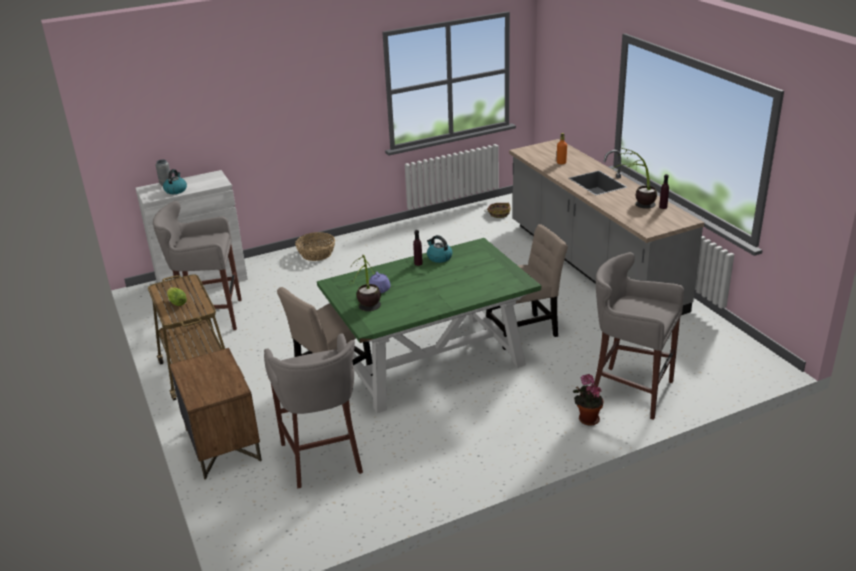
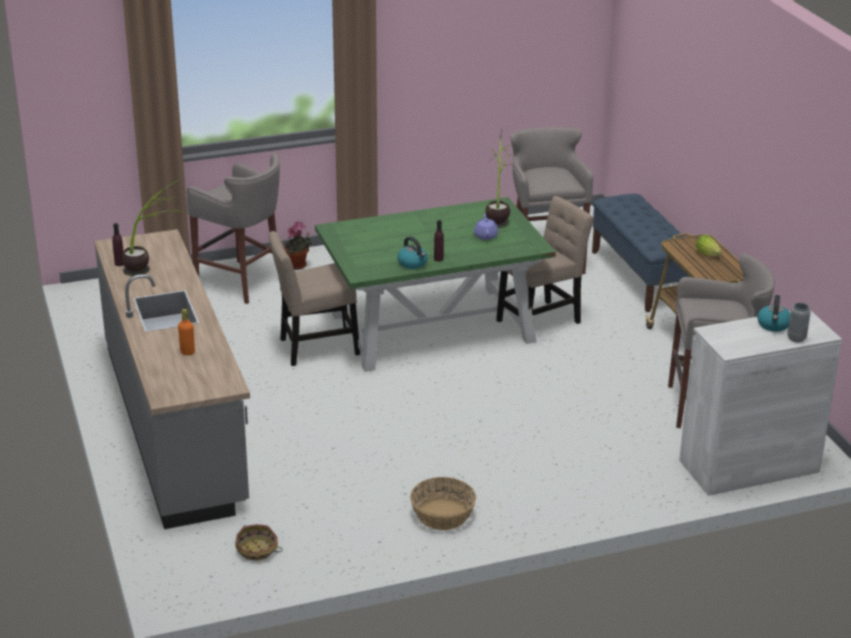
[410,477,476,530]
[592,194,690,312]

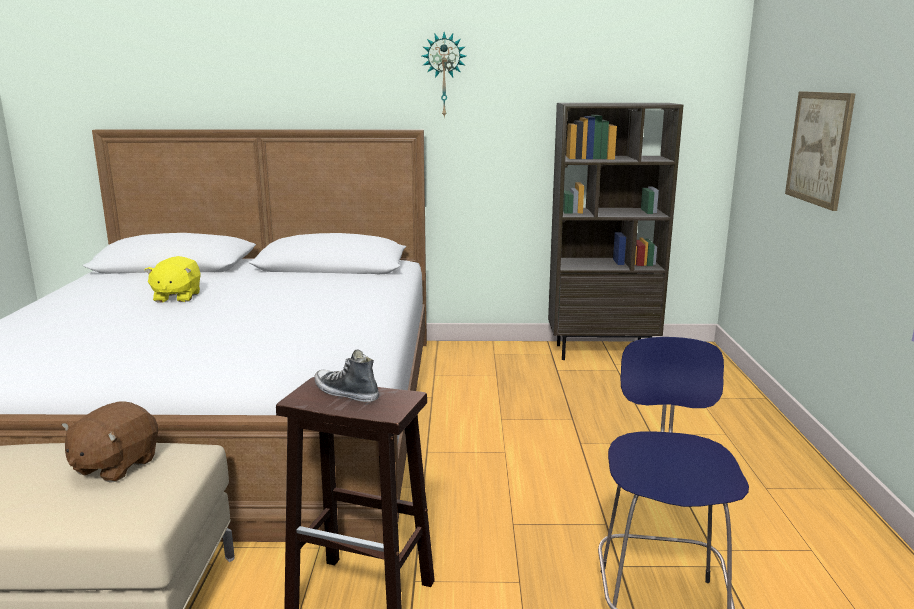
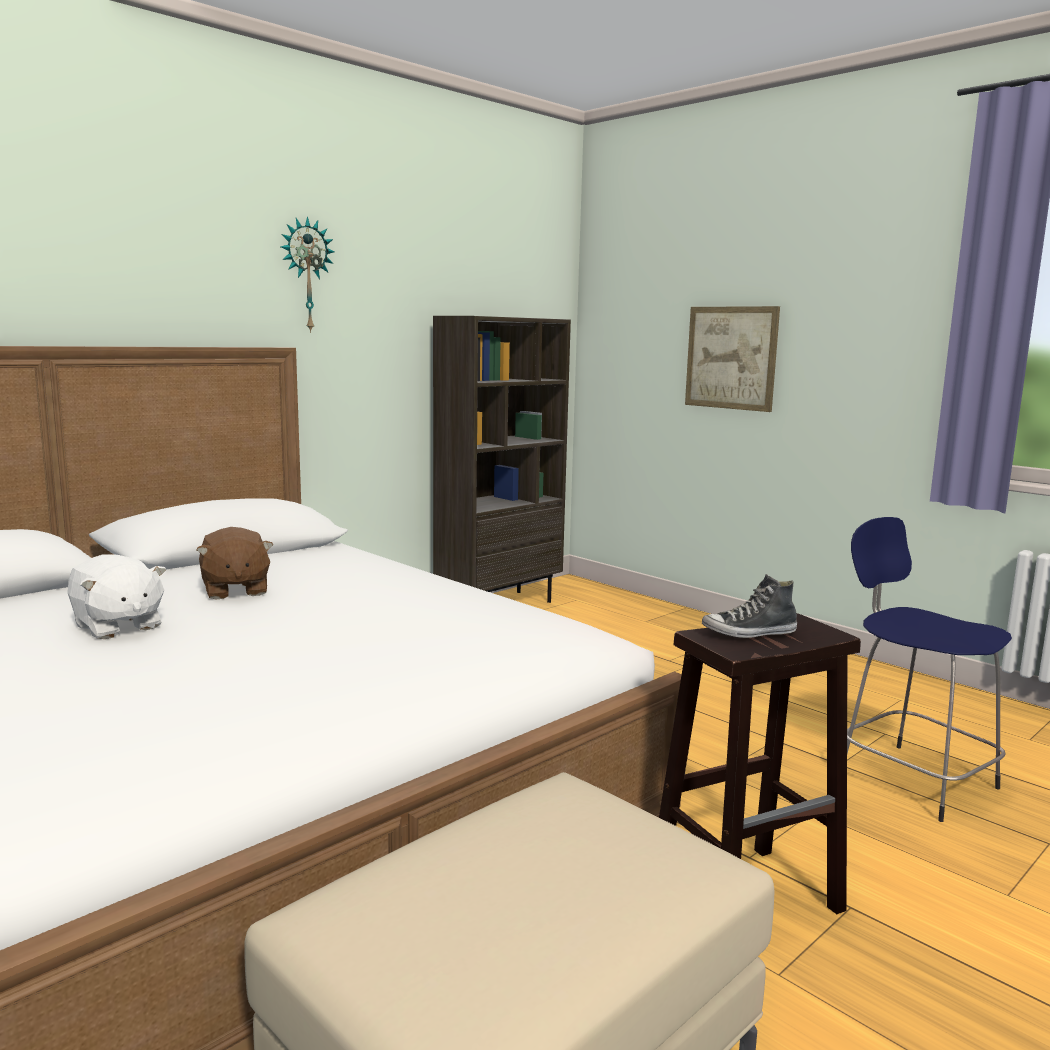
[196,527,273,599]
[67,554,166,639]

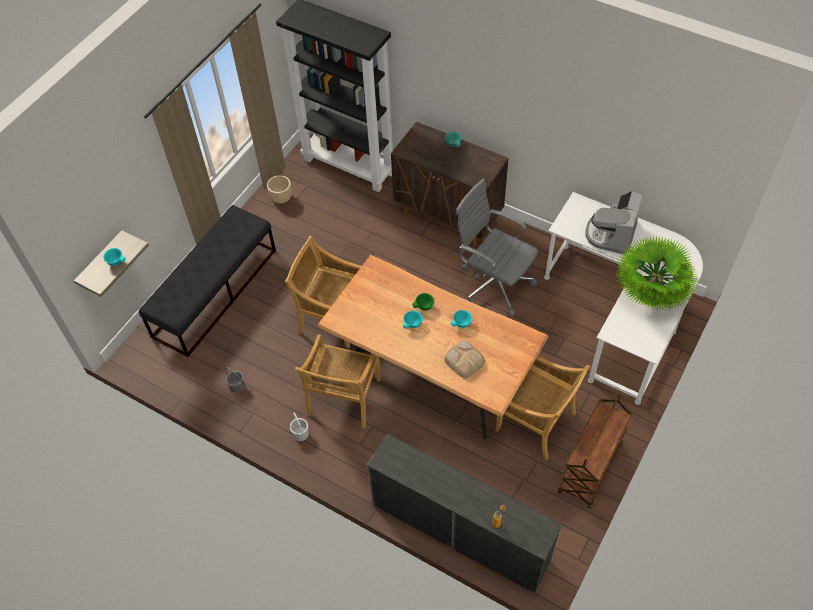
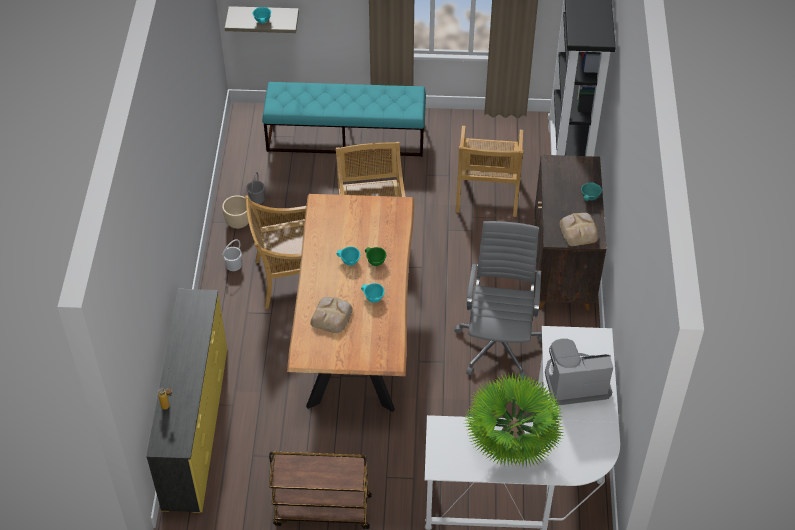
[560,213,598,246]
[222,195,249,229]
[456,126,523,217]
[262,82,426,157]

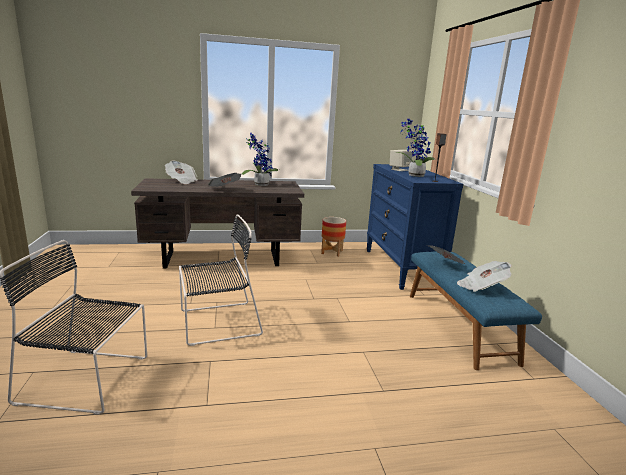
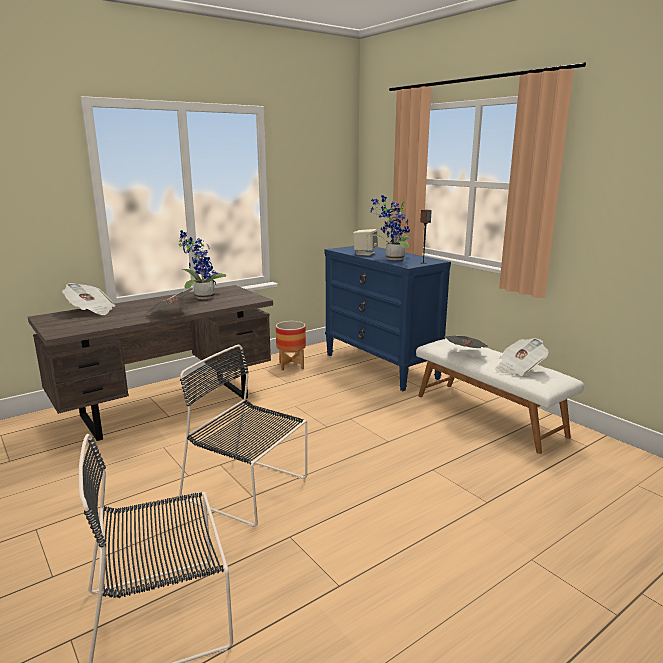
[416,339,584,454]
[179,345,307,527]

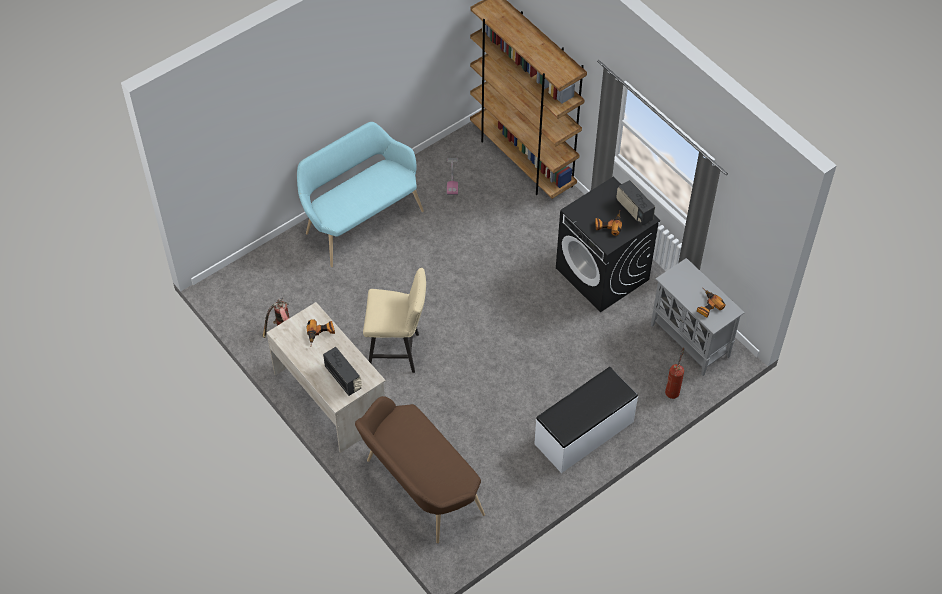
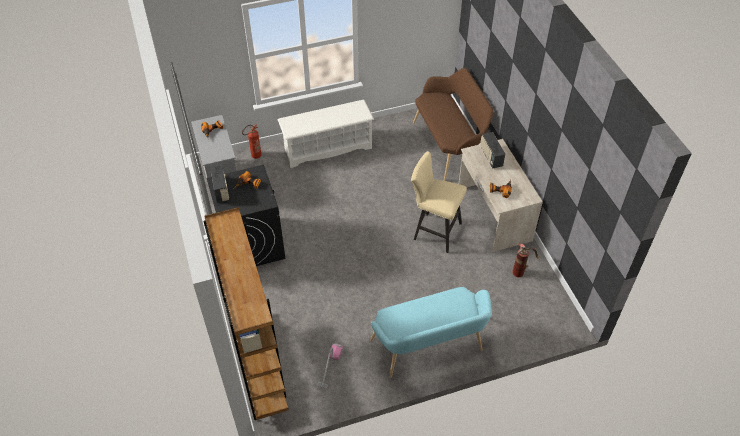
[278,100,374,168]

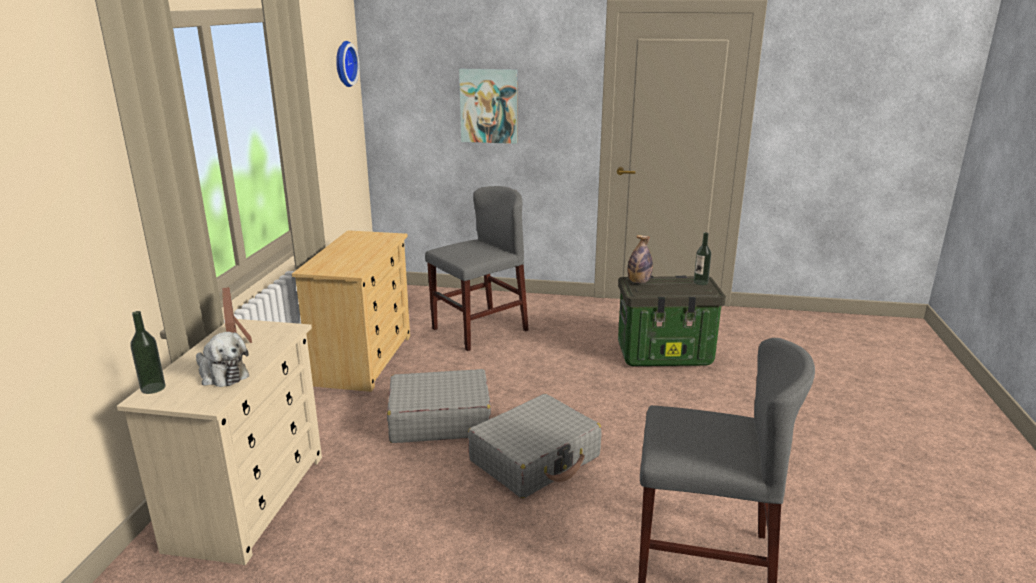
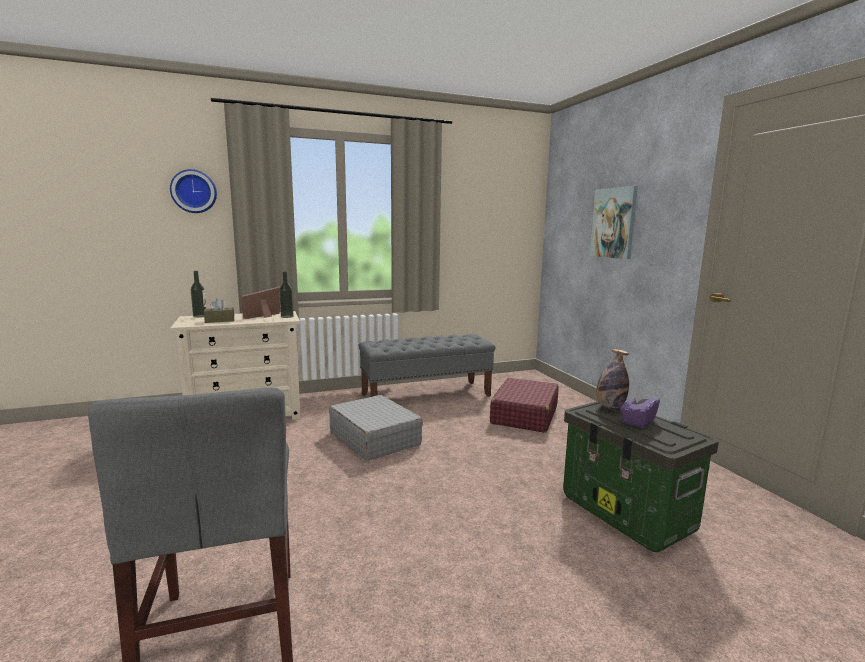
[468,394,601,498] (first image)
[620,389,660,428]
[170,169,217,213]
[279,271,294,318]
[204,298,234,323]
[358,334,496,397]
[490,378,559,433]

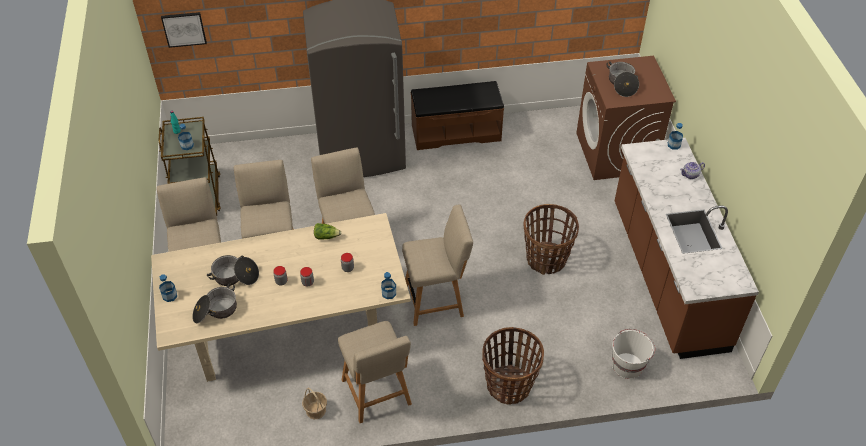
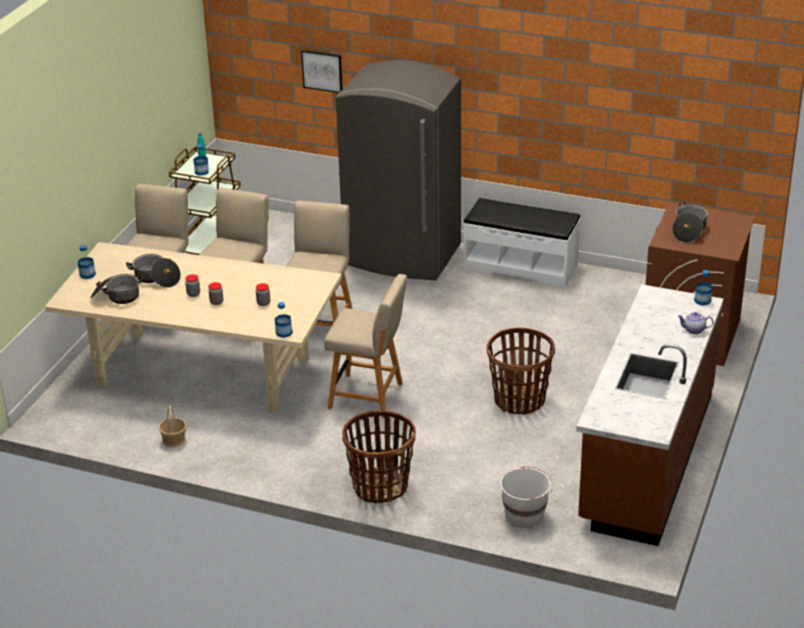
[314,223,341,240] (first image)
[338,321,412,423] (first image)
[301,50,343,93]
[463,198,580,288]

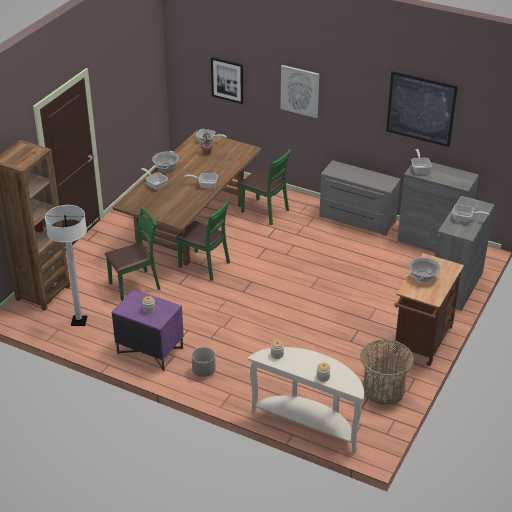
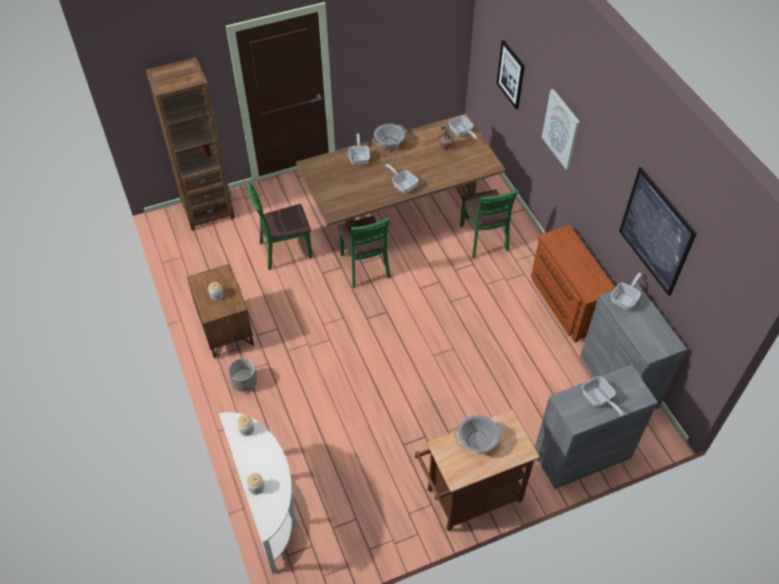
[45,205,87,326] (first image)
[360,339,414,405] (first image)
[187,264,254,359]
[531,225,615,343]
[248,182,313,270]

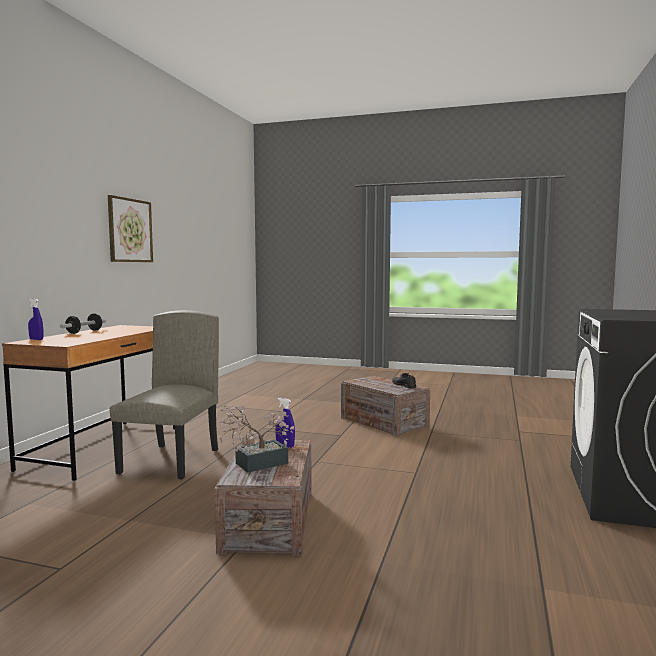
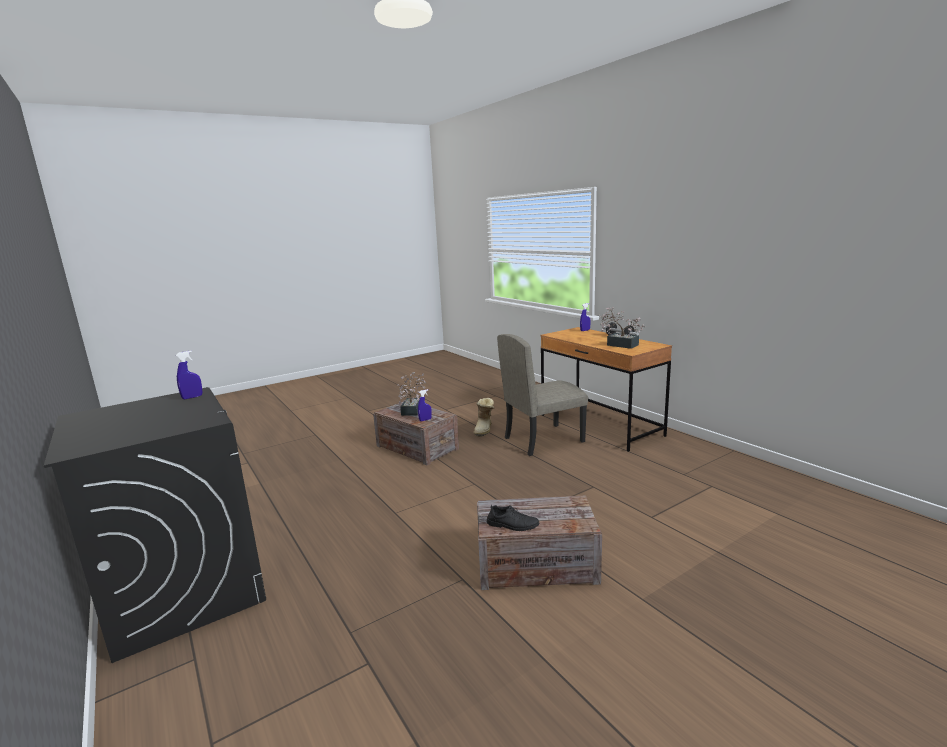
[108,195,153,262] (first image)
[176,351,202,399]
[474,398,494,437]
[599,307,645,349]
[497,334,588,456]

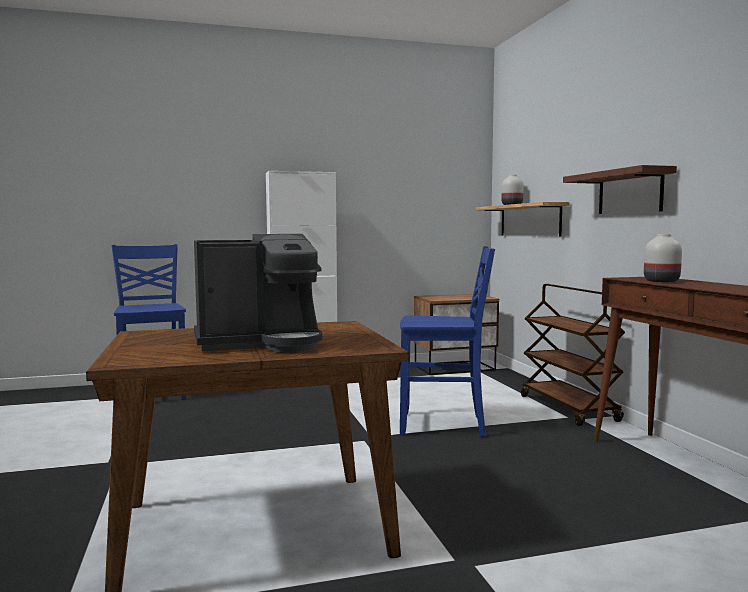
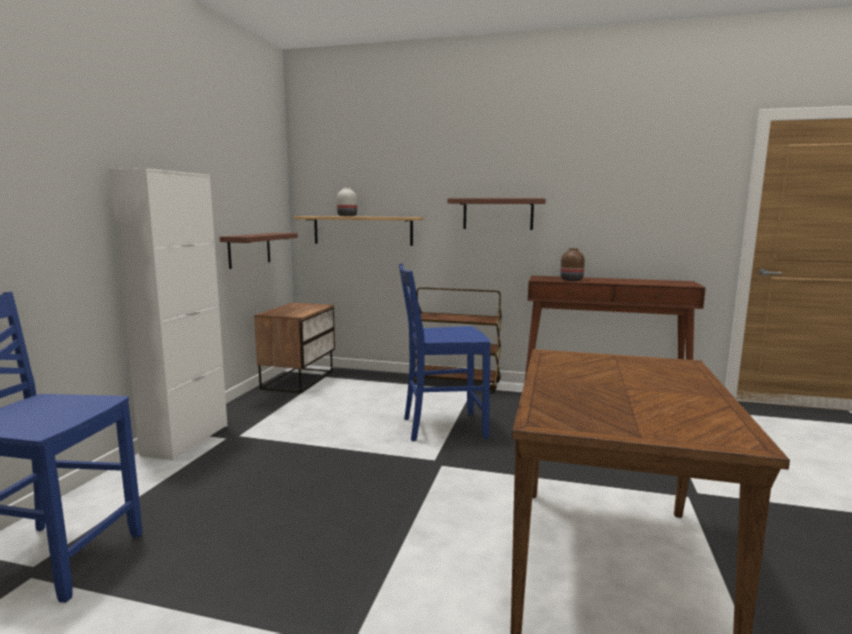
[194,234,322,352] (first image)
[220,233,298,269]
[560,248,585,281]
[399,264,491,441]

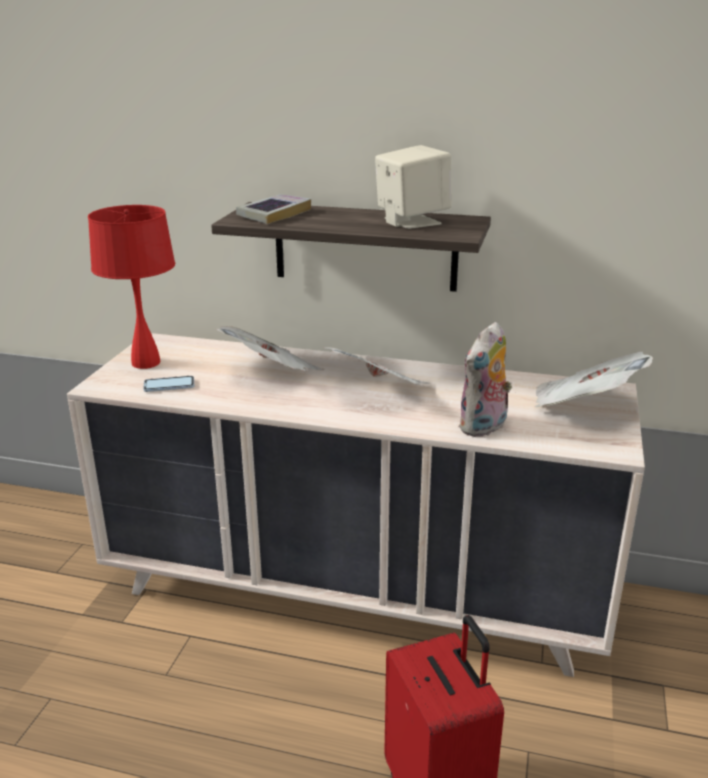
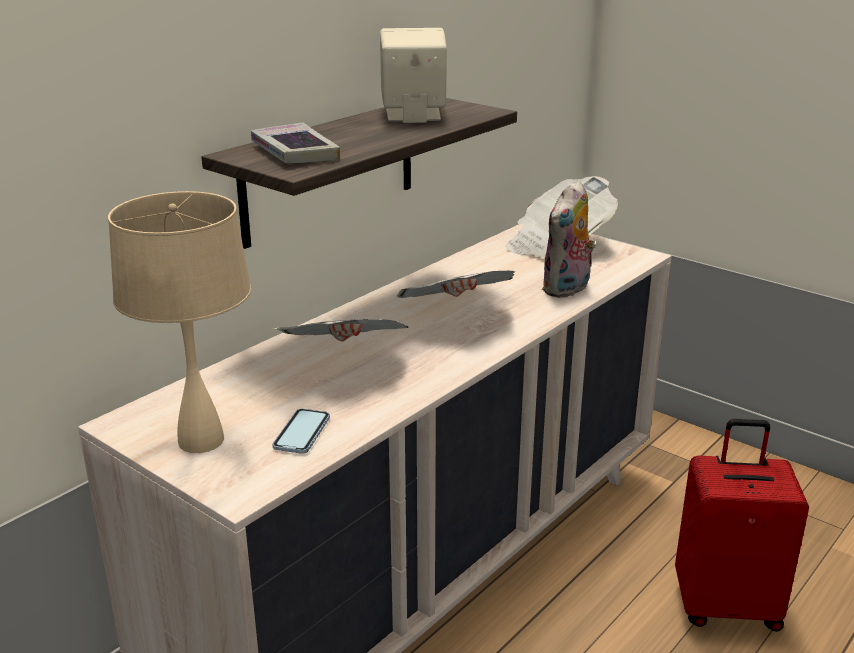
[108,191,251,453]
[542,180,596,298]

